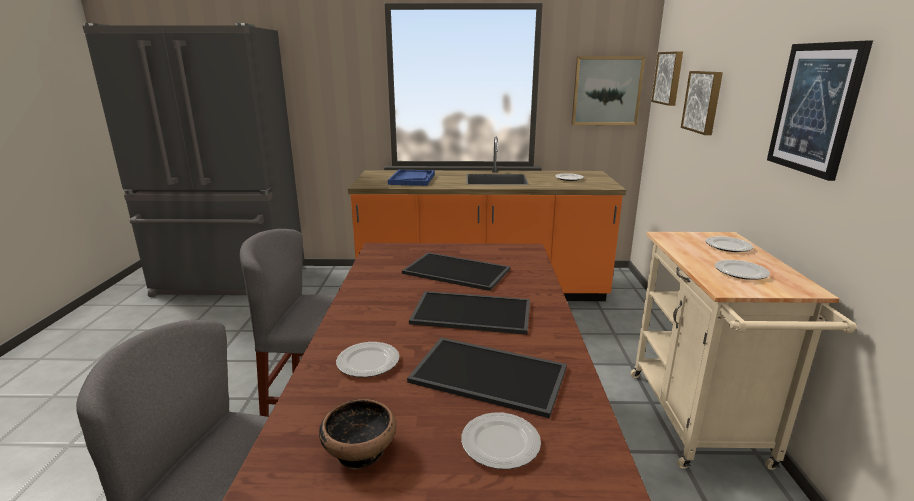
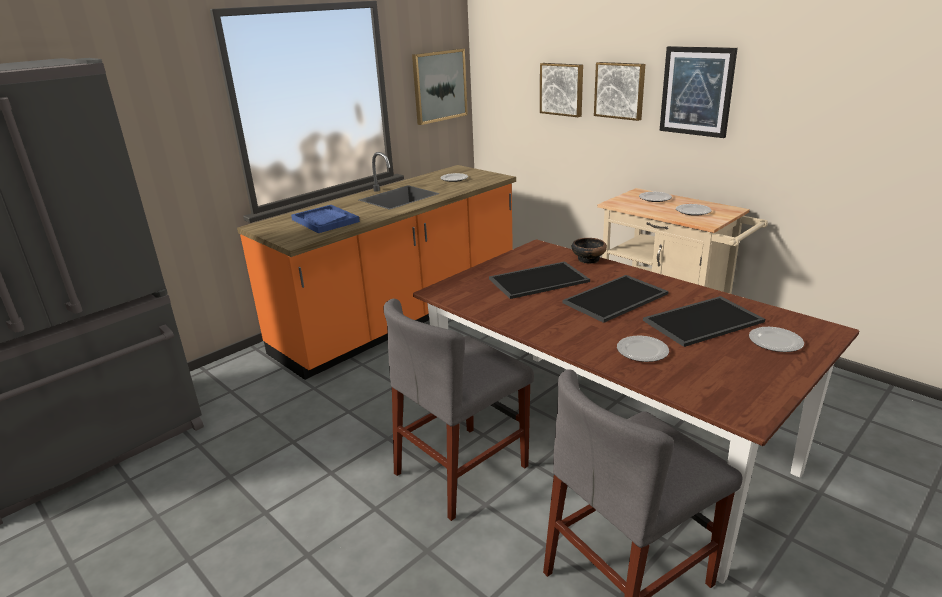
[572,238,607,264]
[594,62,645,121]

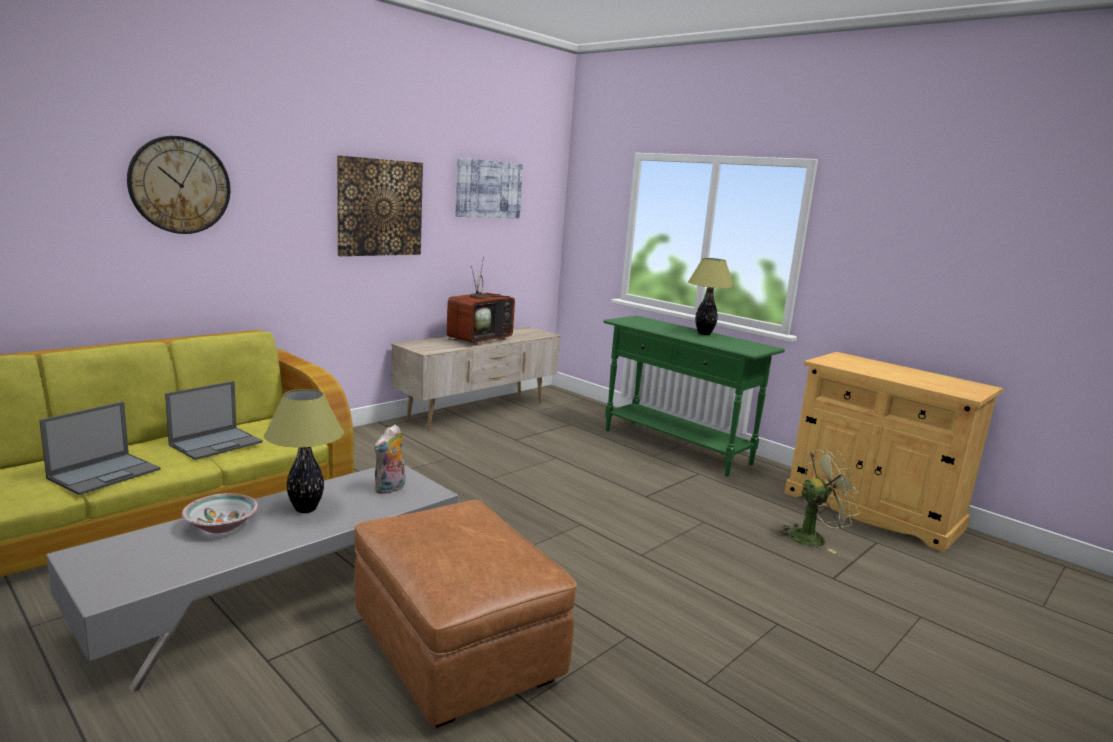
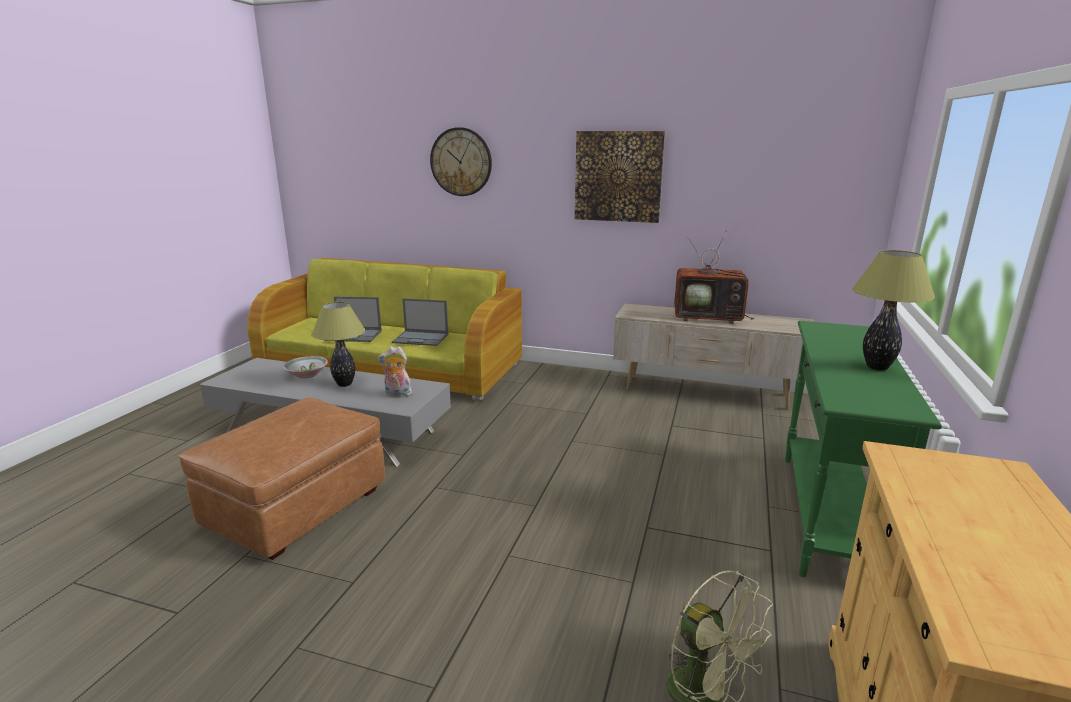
[455,158,523,218] (first image)

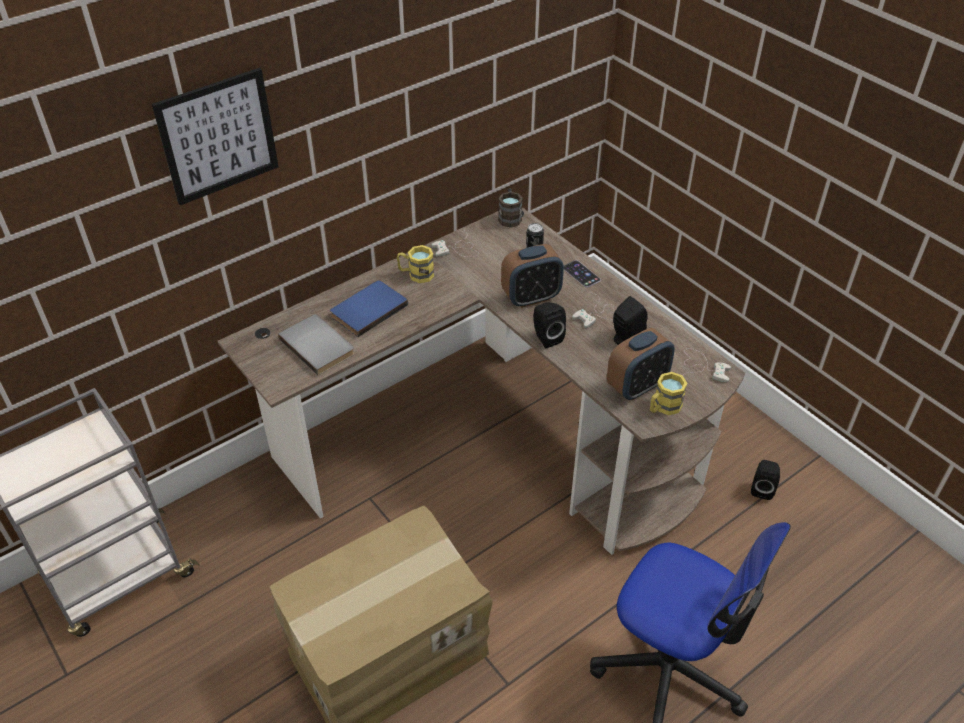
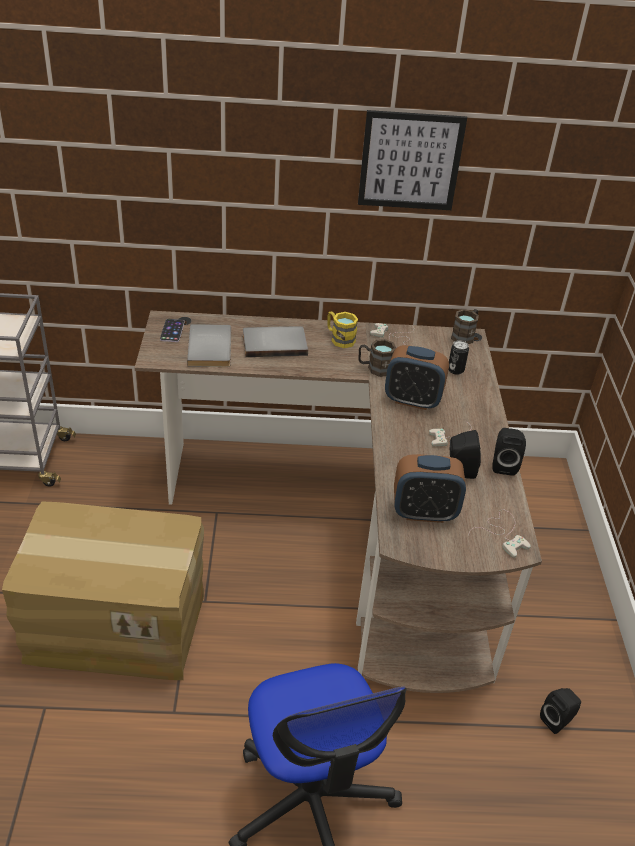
[650,372,687,415] (first image)
[359,339,396,377]
[358,110,467,210]
[492,428,526,476]
[160,319,185,342]
[243,326,308,357]

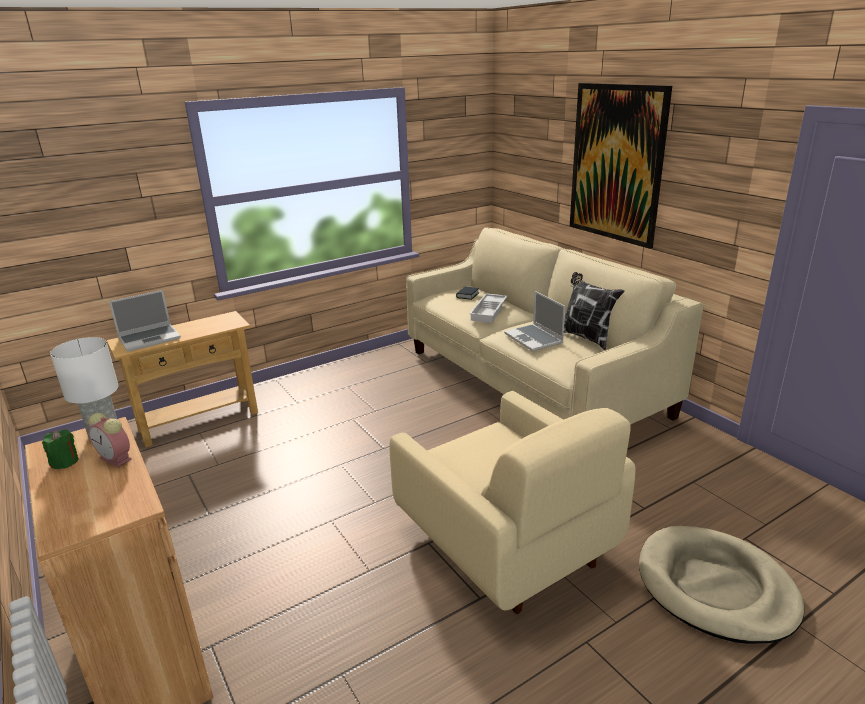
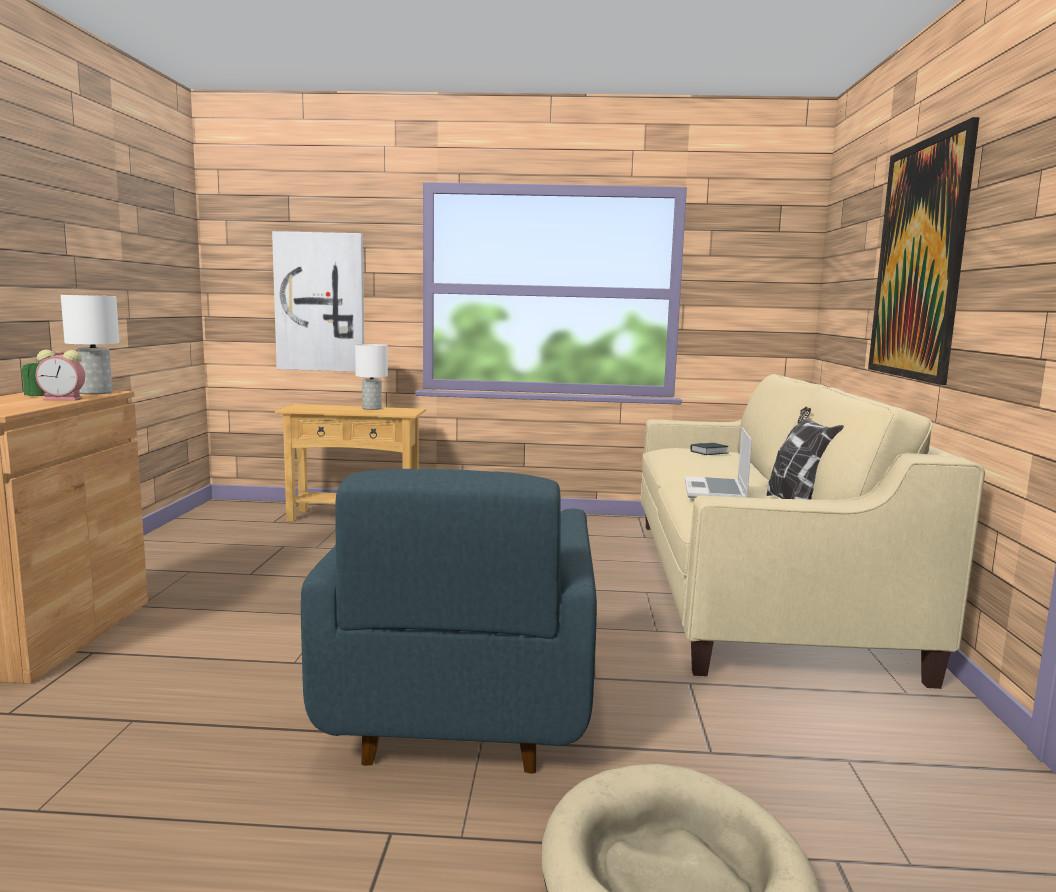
[109,290,181,352] (first image)
[469,293,507,323] (first image)
[272,231,364,372]
[355,344,388,410]
[301,469,597,774]
[36,350,85,401]

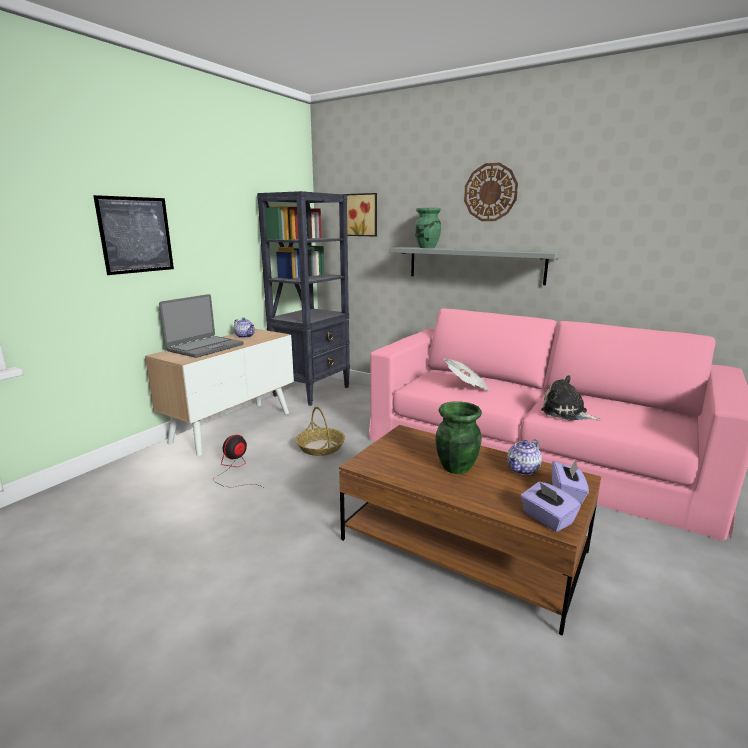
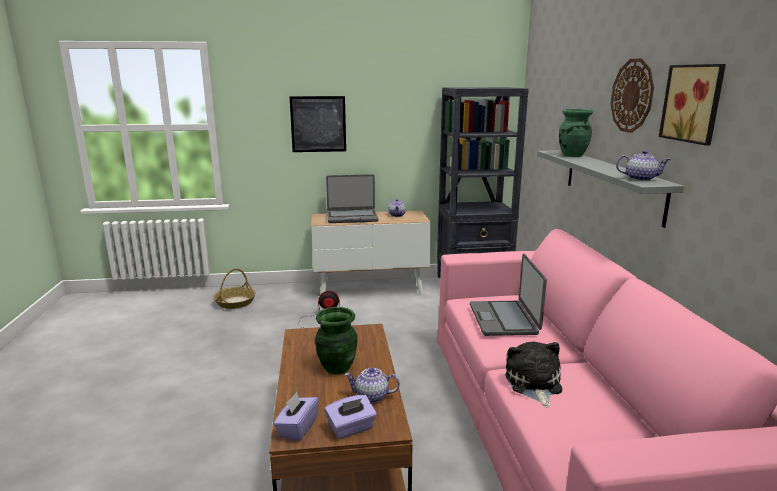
[616,150,671,181]
[213,268,256,309]
[659,64,726,146]
[470,254,547,336]

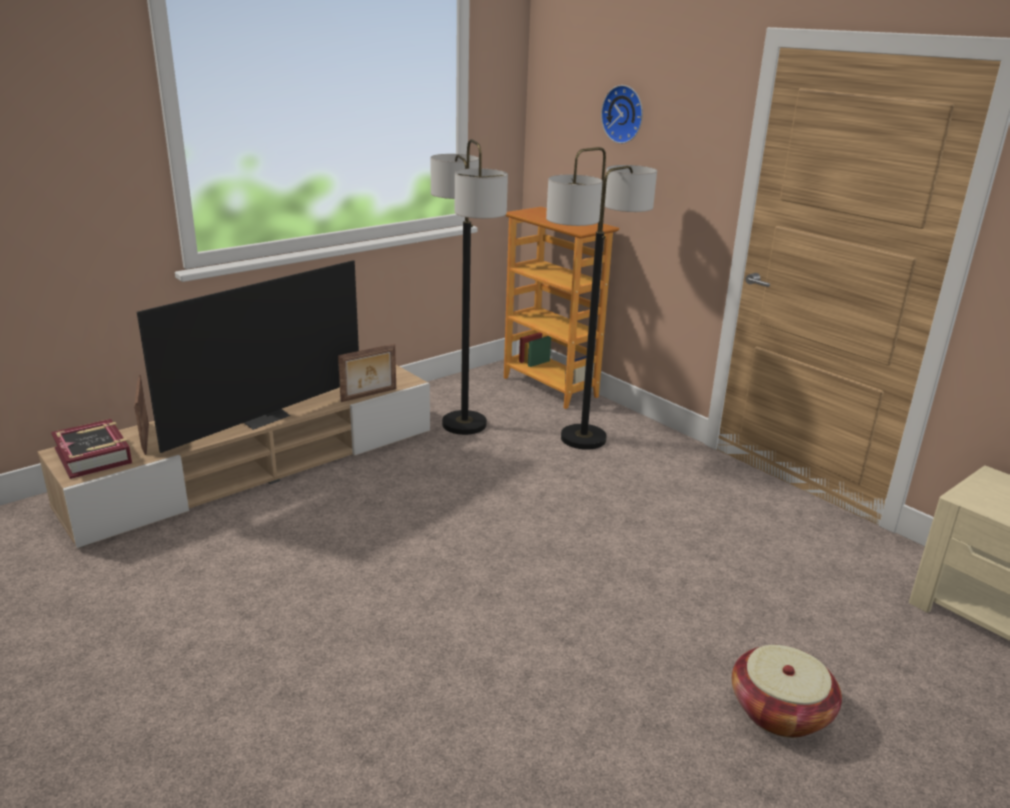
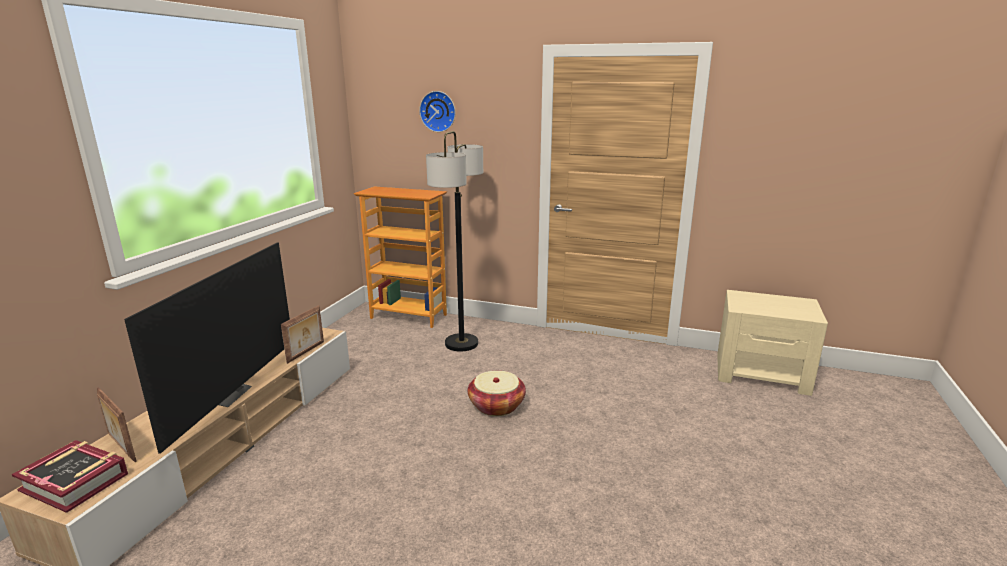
[431,139,508,435] (first image)
[468,371,526,416]

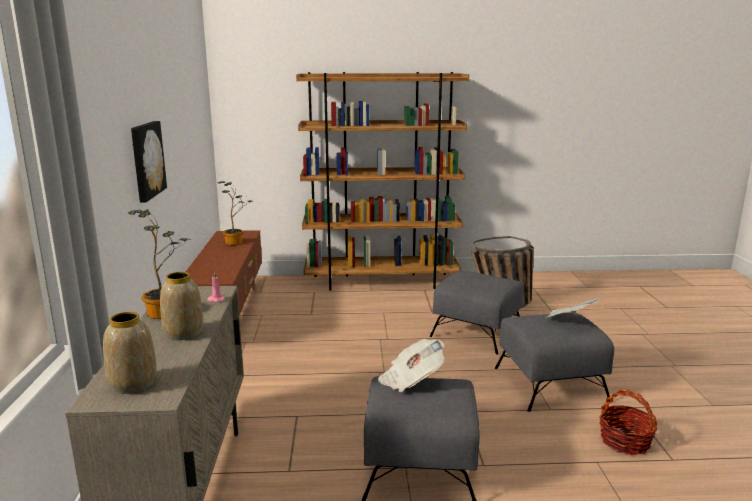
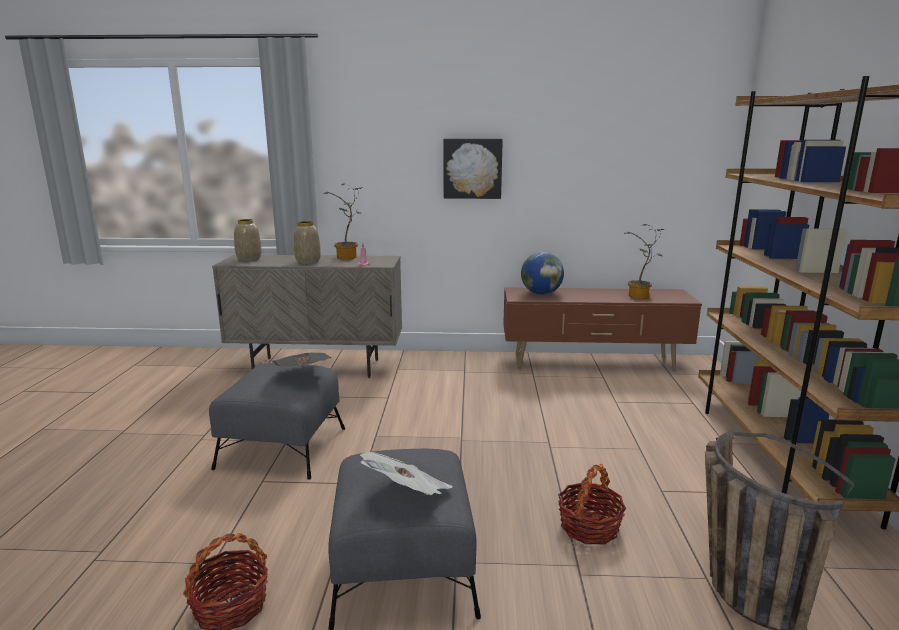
[521,252,564,295]
[558,464,626,545]

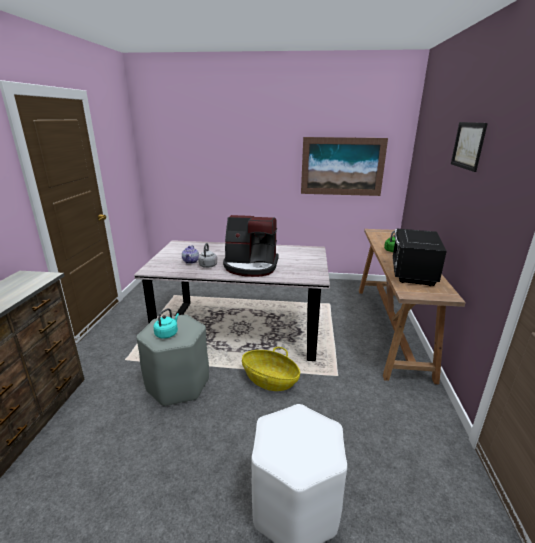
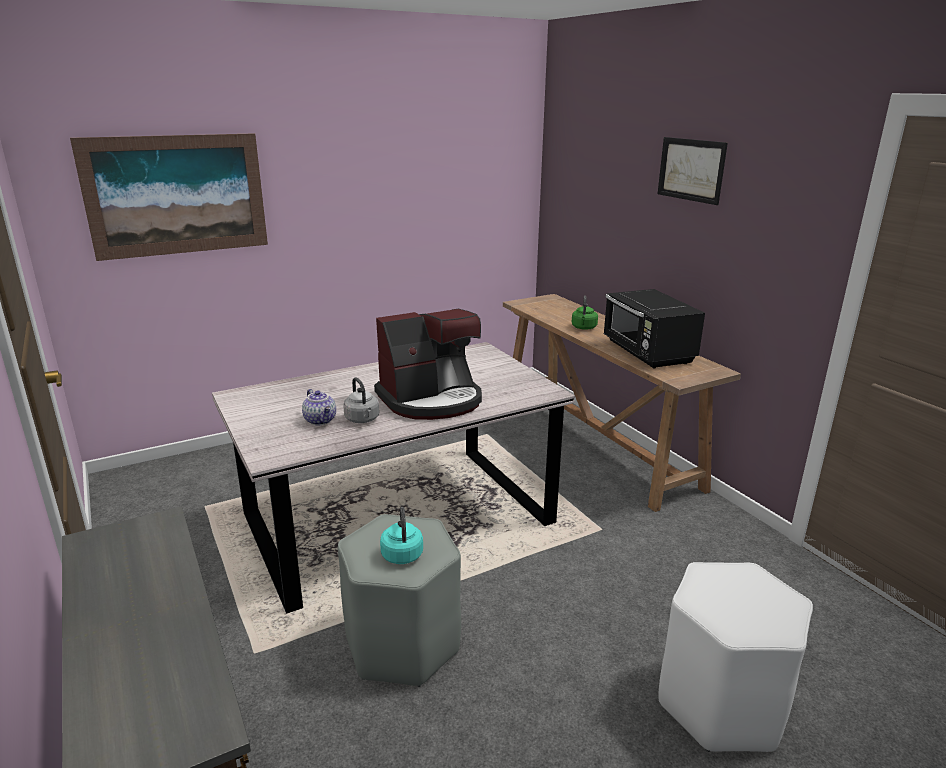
[242,347,300,391] (first image)
[70,133,268,261]

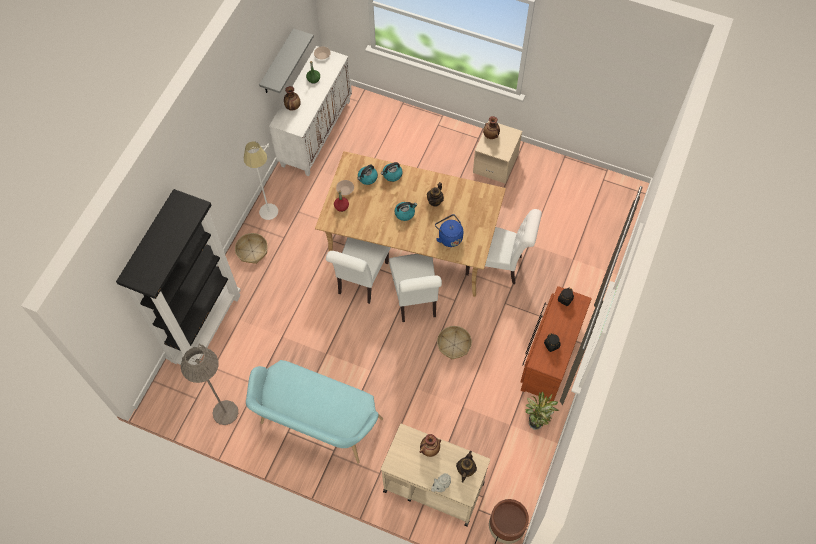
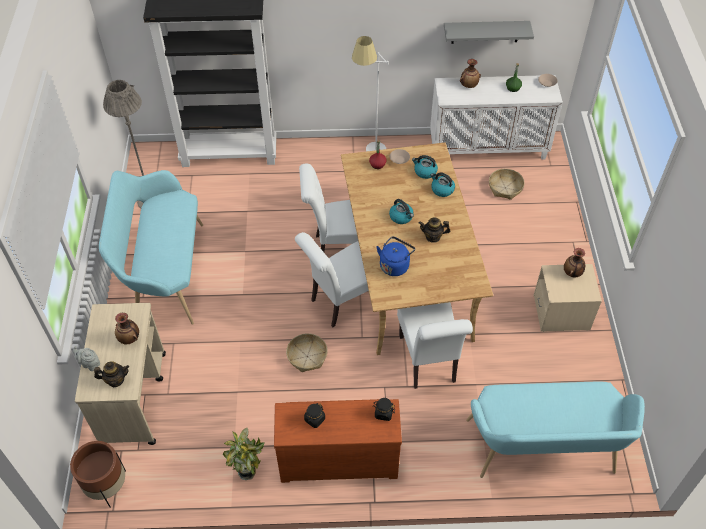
[466,382,645,478]
[489,169,525,200]

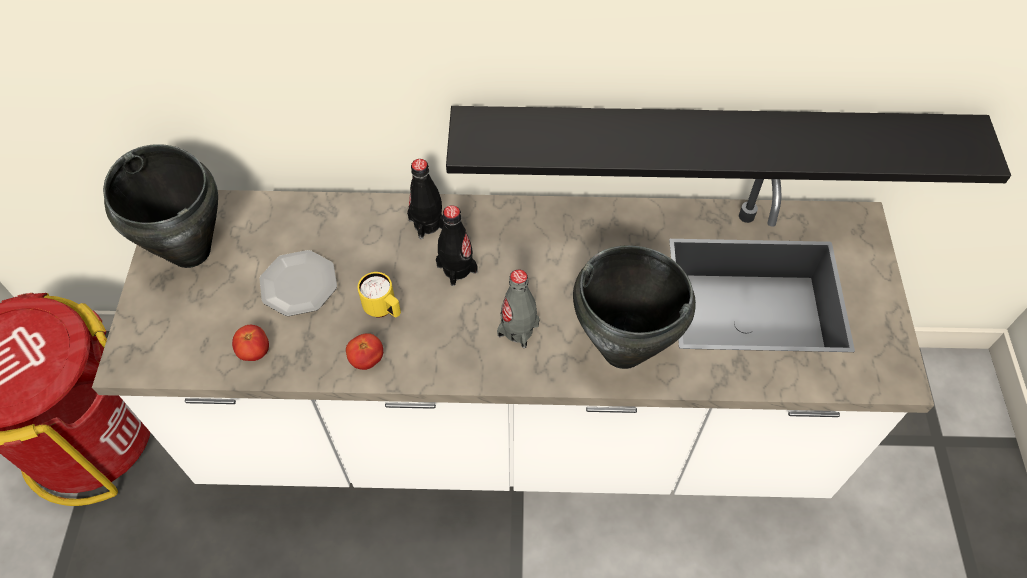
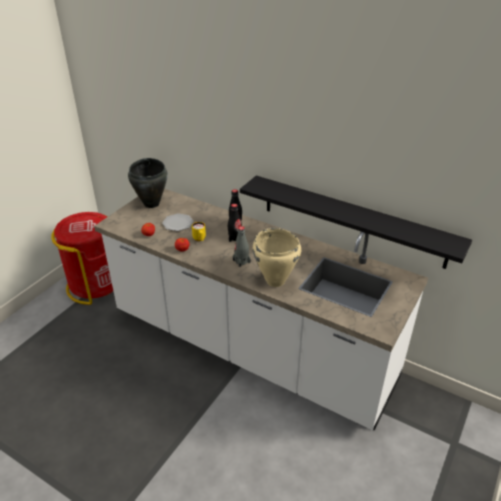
[253,228,301,287]

